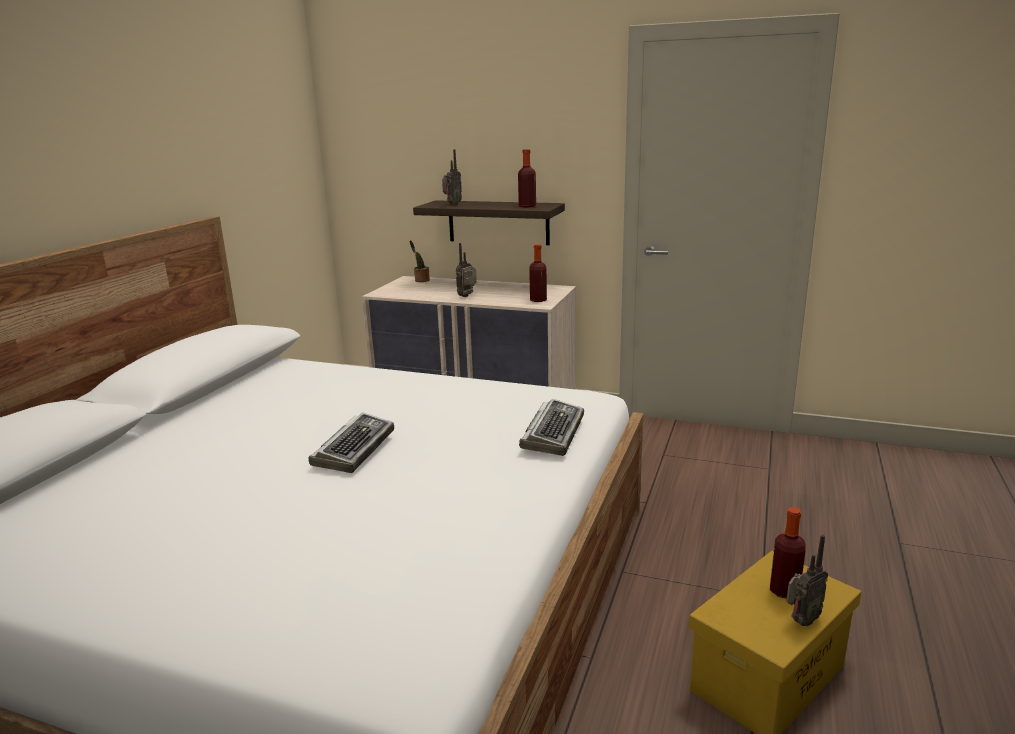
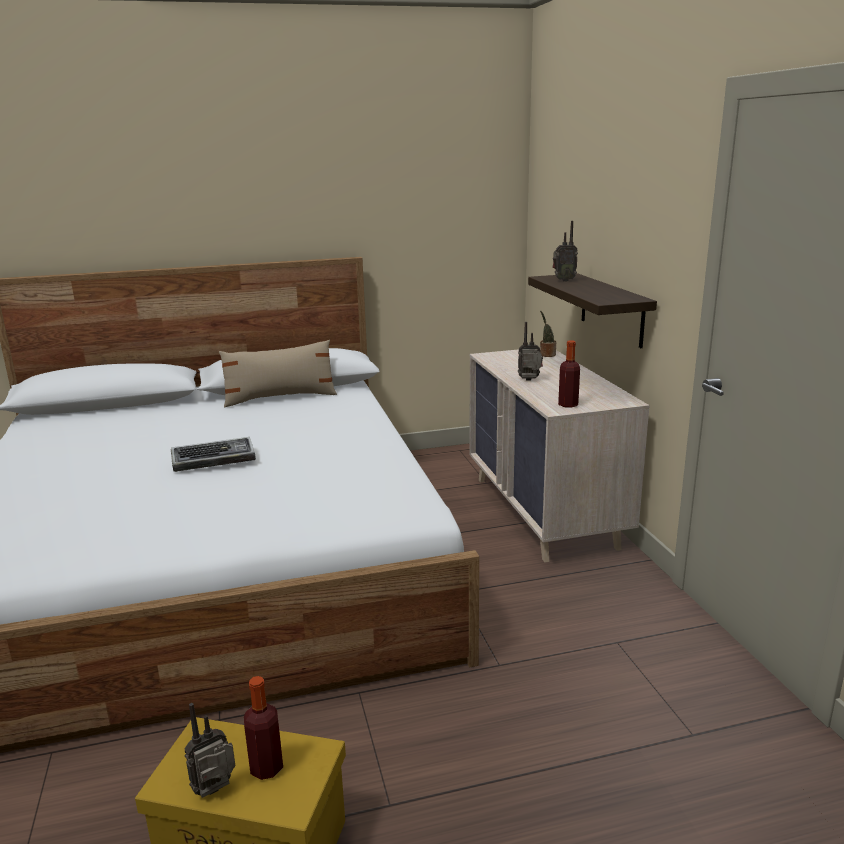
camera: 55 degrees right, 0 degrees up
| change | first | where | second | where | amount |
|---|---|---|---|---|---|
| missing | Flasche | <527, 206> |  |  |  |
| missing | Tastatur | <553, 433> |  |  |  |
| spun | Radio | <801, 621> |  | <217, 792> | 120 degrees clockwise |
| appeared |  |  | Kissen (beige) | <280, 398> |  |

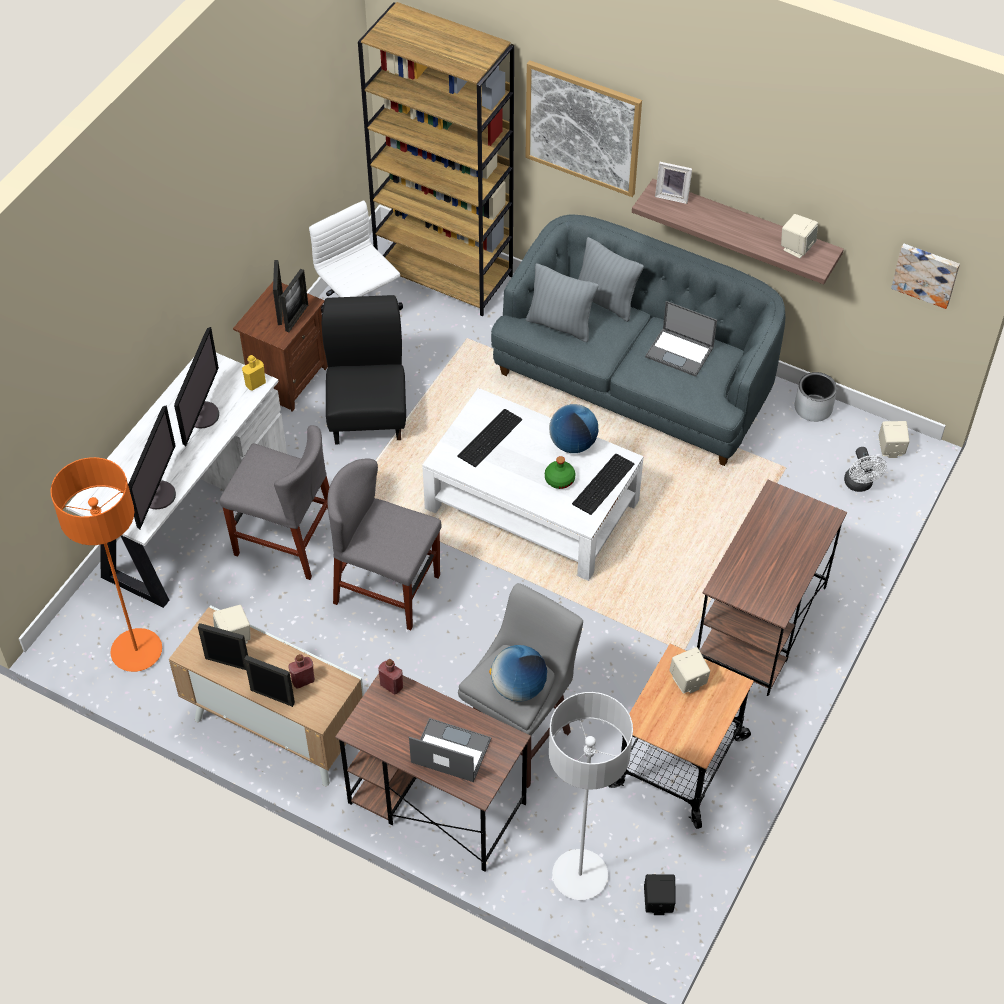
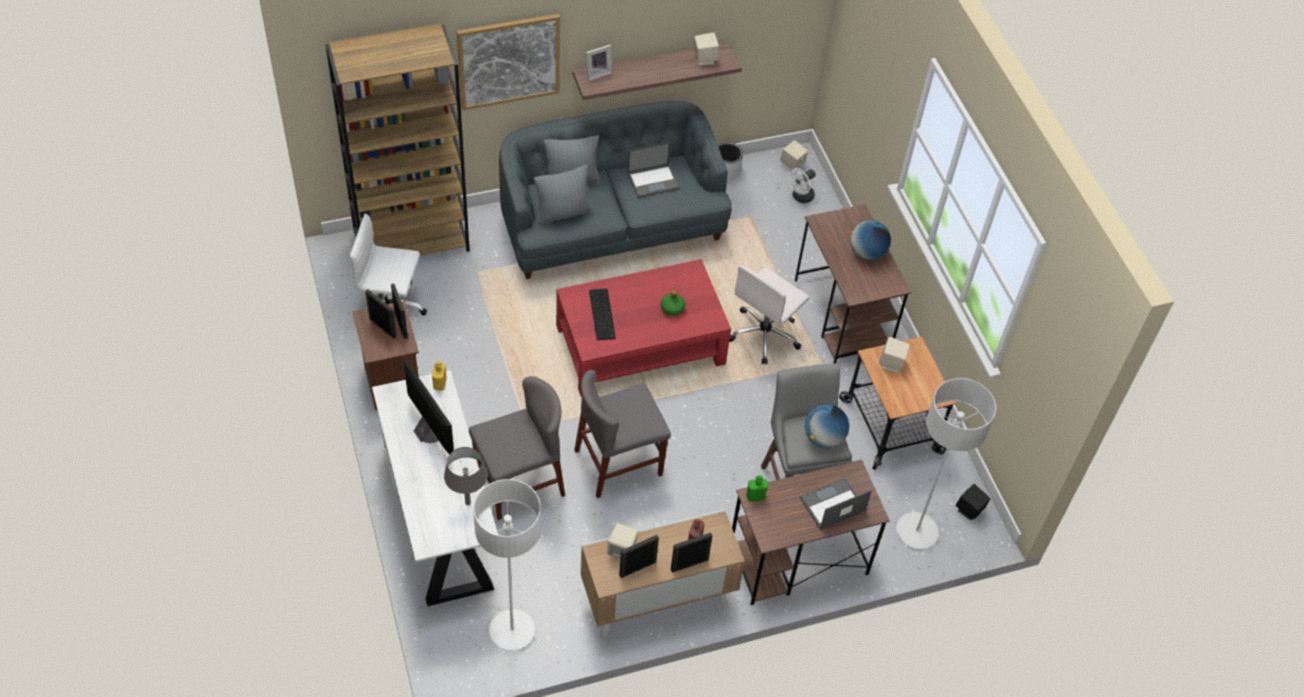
camera: 50 degrees left, 0 degrees up
| change | first | where | second | where | amount |
|---|---|---|---|---|---|
| missing | Bild | <926, 274> |  |  |  |
| missing | Stuhl (schwarz) | <368, 413> |  |  |  |
| colour | Couchtisch (weiß) | <532, 505> | Couchtisch (rot) | <641, 345> |  |
| relocated | Globus | <573, 444> |  | <867, 253> |  |
| exchanged | Monitor | <157, 494> | Tischlampe (grau) | <467, 503> |  |
| spun | Ventilator (weiß) | <859, 485> |  | <800, 197> | 105 degrees clockwise |
| missing | Tastatur | <605, 484> |  |  |  |
| colour | Stehlampe (orange) | <136, 651> | Stehlampe (weiß) | <512, 630> |  |
| colour | Flasche (rot) | <391, 685> | Flasche (grün) | <755, 496> |  |
| appeared |  |  | Bürostuhl (weiß) | <764, 335> |  |

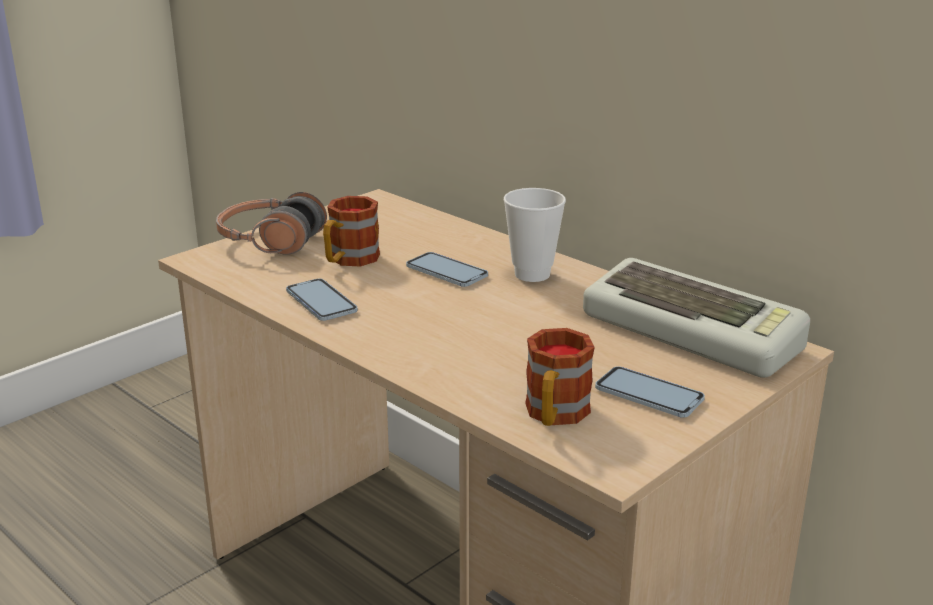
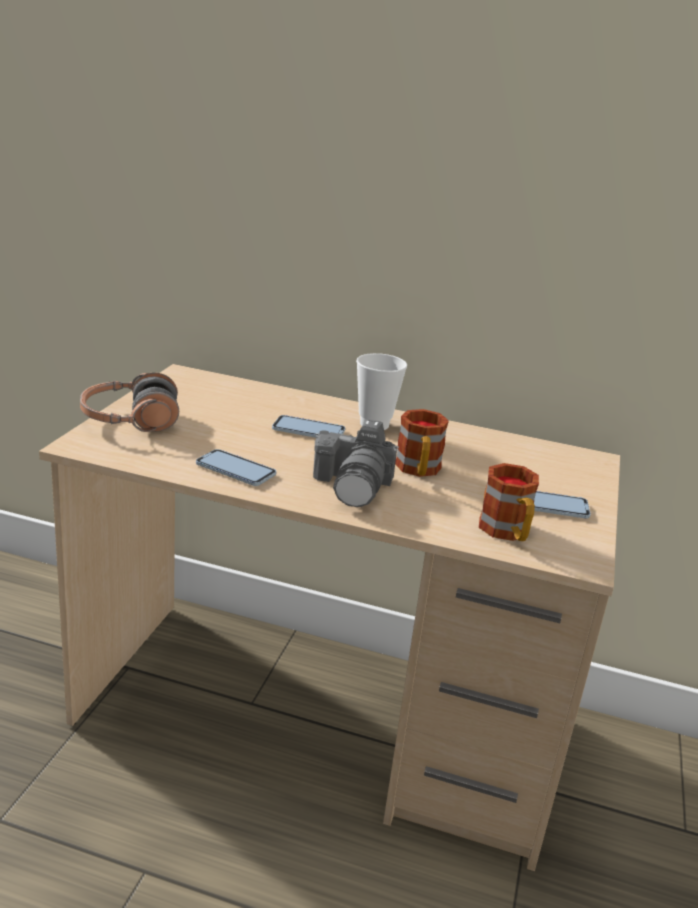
camera: 30 degrees left, 0 degrees up
| change | first | where | second | where | amount |
|---|---|---|---|---|---|
| relocated | Henkelbecher | <349, 260> |  | <418, 470> |  |
| missing | Tastatur | <695, 331> |  |  |  |
| appeared |  |  | Kamera | <354, 485> |  |

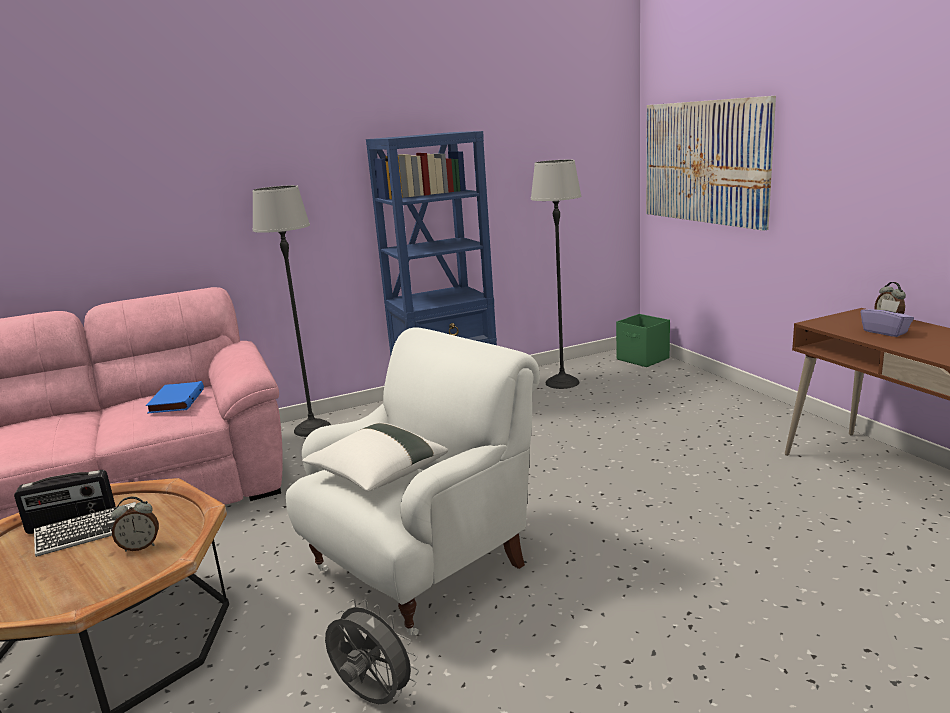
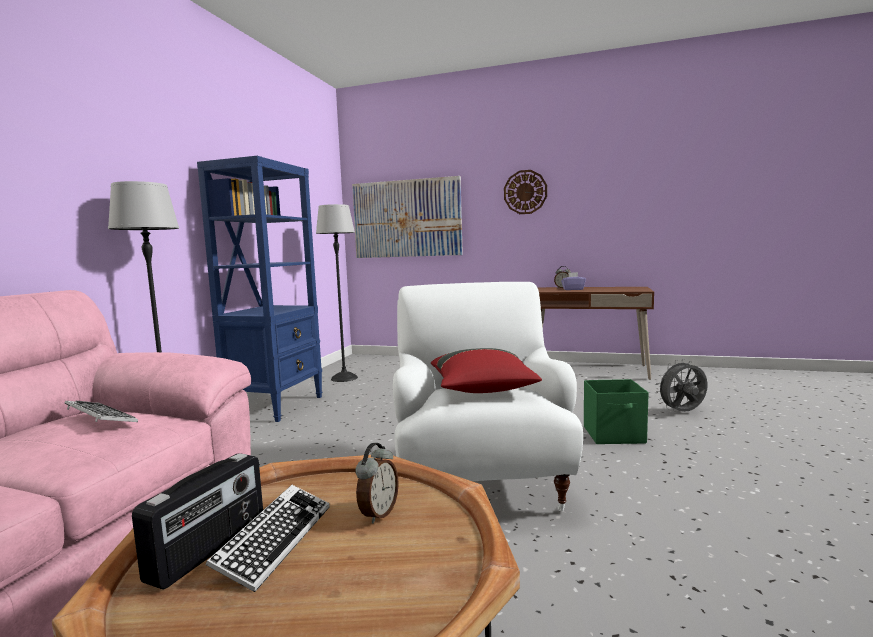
camera: 50 degrees left, 10 degrees down
| change | first | where | second | where | amount |
|---|---|---|---|---|---|
| relocated | Aufbewahrungsbox (grün) | <643, 359> |  | <614, 435> |  |
| exchanged | Buch (blau) | <175, 401> | Tastatur | <100, 418> |  |
| colour | Kissen (weiß) | <377, 475> | Kissen (rot) | <482, 390> |  |
| relocated | Ventilator (grau) | <372, 698> |  | <682, 413> |  |
| appeared |  |  | Wanduhr | <525, 192> |  |

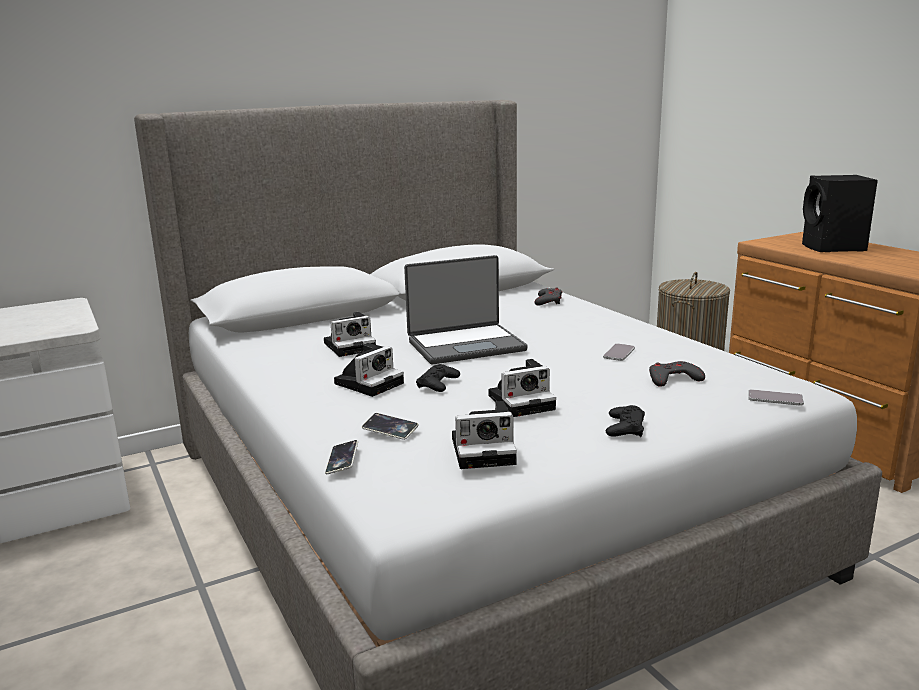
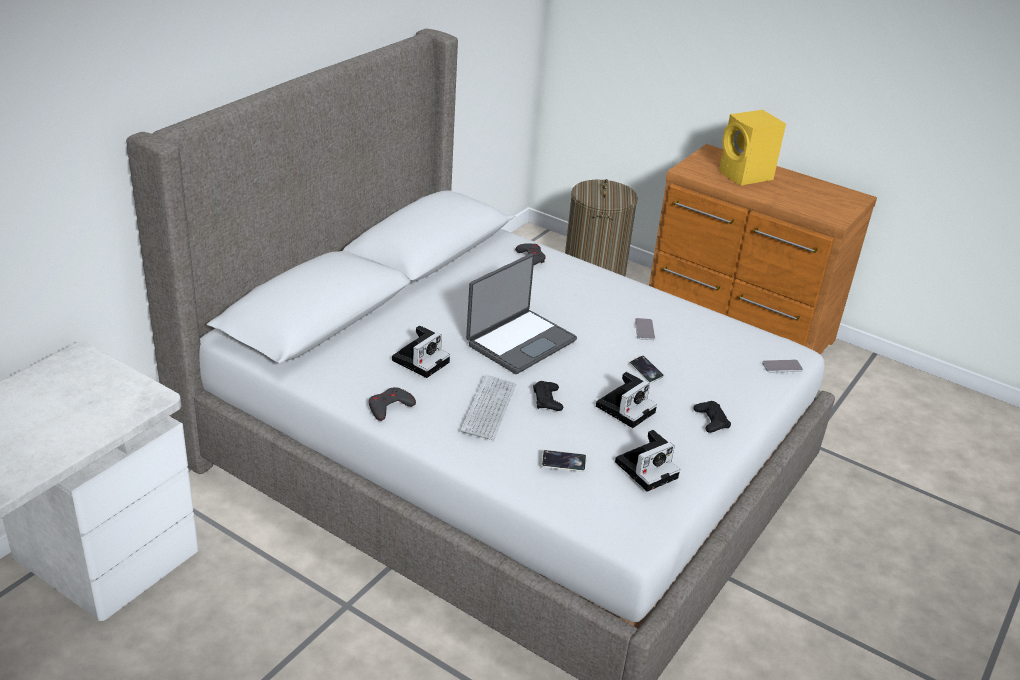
camera: 30 degrees left, 15 degrees up
| change | first | where | second | where | amount |
|---|---|---|---|---|---|
| colour | Lautsprecher (schwarz) | <833, 248> | Lautsprecher (gelb) | <746, 176> |  |
| exchanged | Kamera | <370, 382> | Tastatur | <489, 408> |  |
| relocated | Gamepad (grau) | <673, 379> |  | <389, 407> |  |
| relocated | Handy | <342, 460> |  | <646, 371> |  |

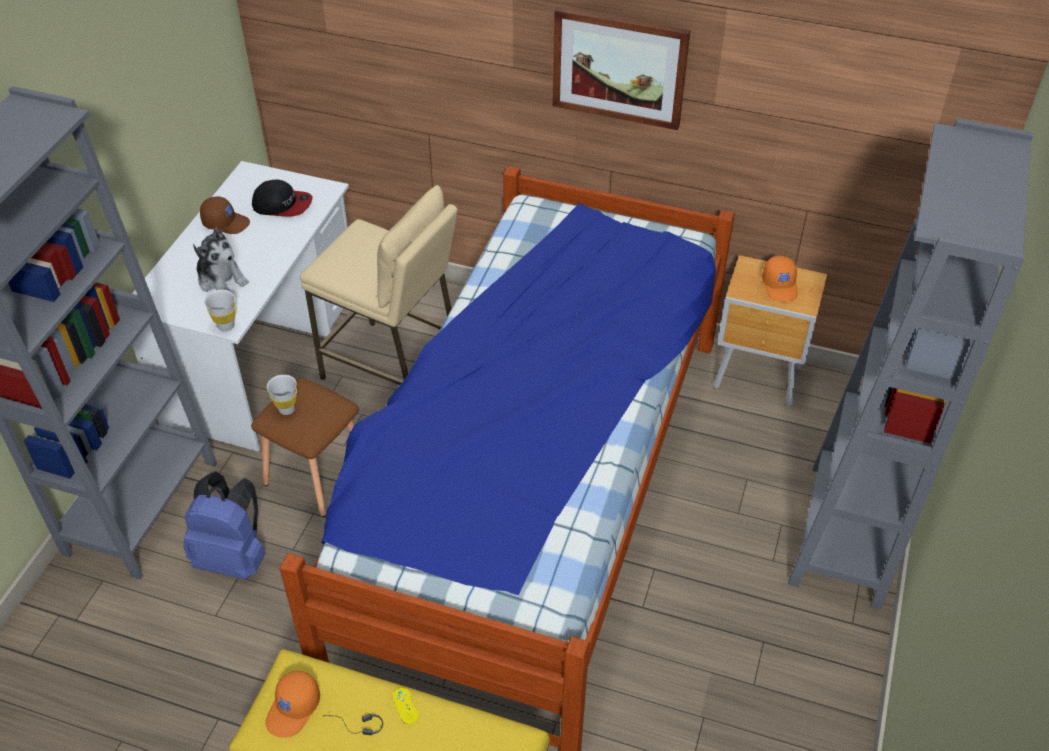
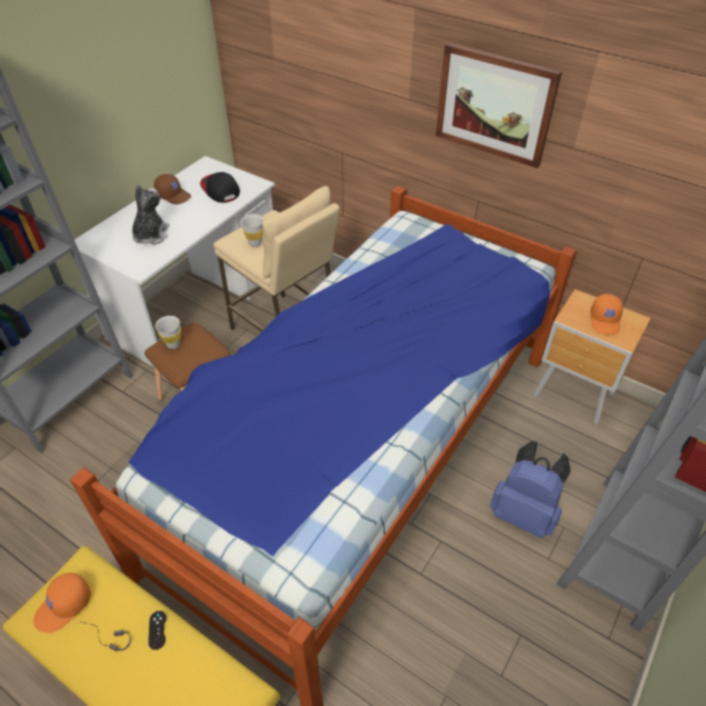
camera: 15 degrees right, 0 degrees up
| change | first | where | second | where | amount |
|---|---|---|---|---|---|
| spun | Kappe | <282, 205> |  | <220, 190> | 150 degrees counterclockwise |
| spun | Plüschtier | <222, 280> |  | <150, 235> | 135 degrees counterclockwise |
| relocated | Tasse (weiß) | <226, 326> |  | <255, 243> |  |
| relocated | Rucksack (blau) | <234, 557> |  | <524, 513> |  |
| colour | Gamepad (gelb) | <405, 706> | Gamepad (schwarz) | <157, 630> |  |

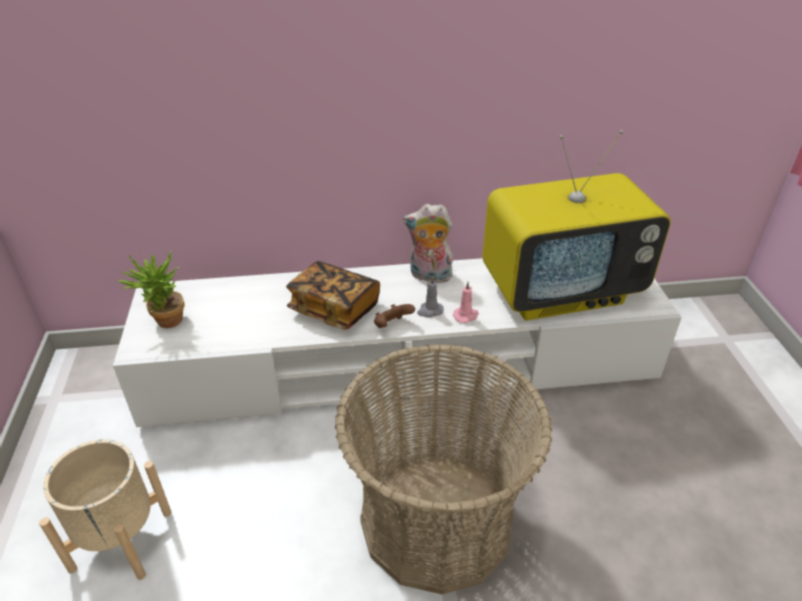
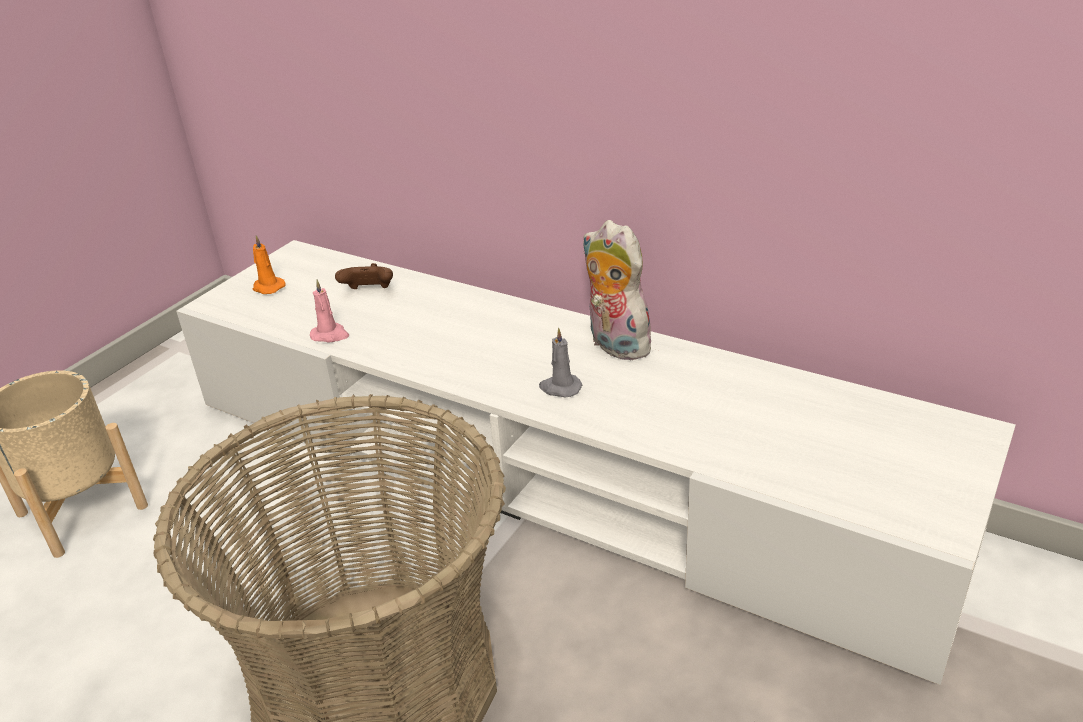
camera: 40 degrees right, 5 degrees down
| change | first | where | second | where | amount |
|---|---|---|---|---|---|
| missing | Fernseher | <561, 291> |  |  |  |
| exchanged | Topfpflanze | <165, 323> | Kerze (orange) | <268, 287> |  |
| missing | Buch | <334, 309> |  |  |  |
| relocated | Kerze (rosa) | <466, 316> |  | <330, 335> |  |
| relocated | Gamepad (braun) | <392, 326> |  | <369, 292> |  |

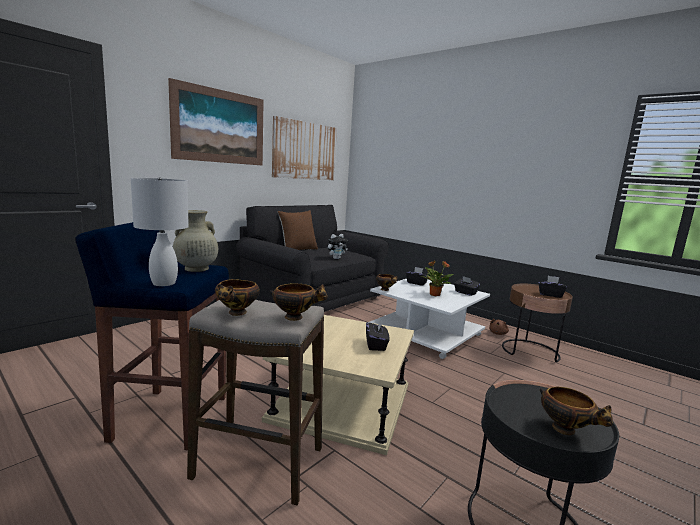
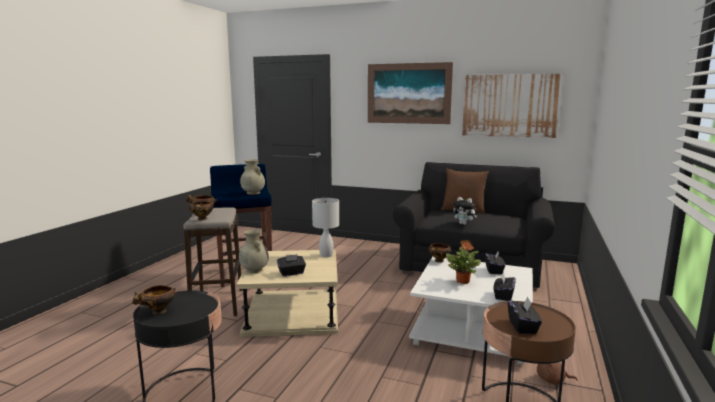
camera: 70 degrees right, 0 degrees up
| change | first | where | second | where | amount |
|---|---|---|---|---|---|
| relocated | Tischlampe (weiß) | <163, 283> |  | <326, 255> |  |
| appeared |  |  | Vase (beige) | <254, 270> |  |

